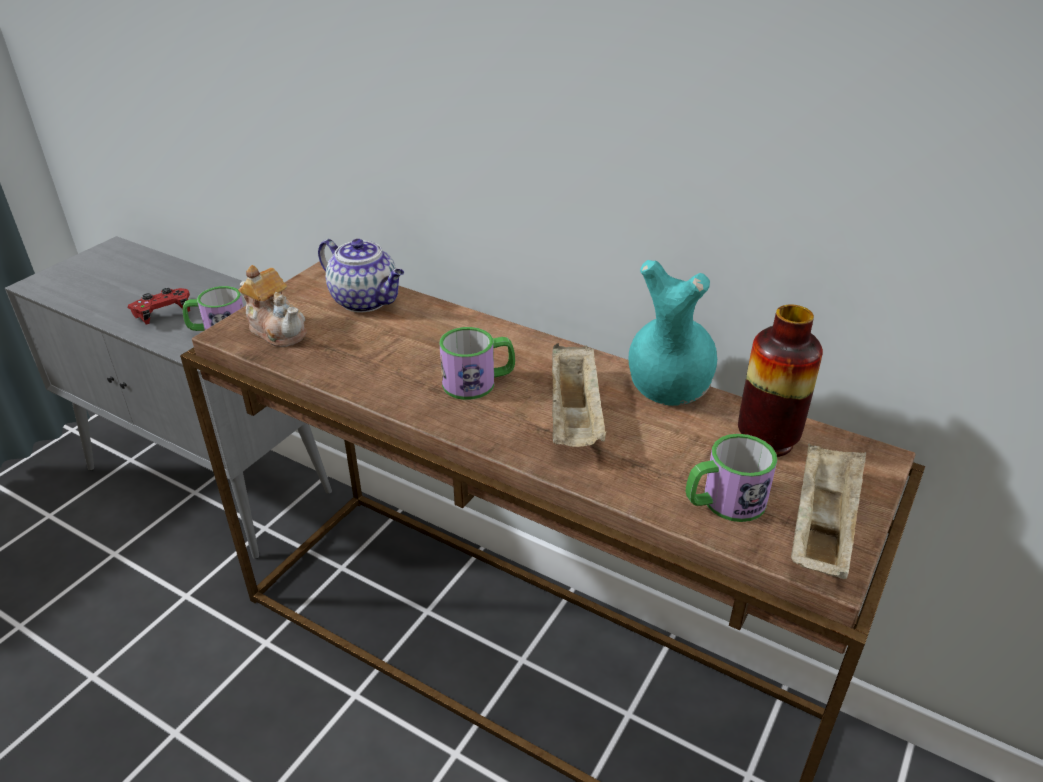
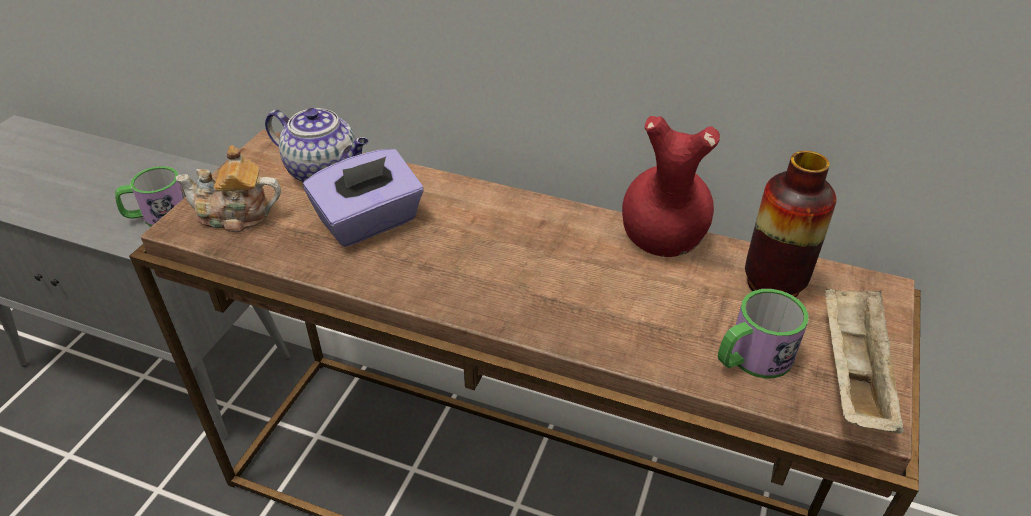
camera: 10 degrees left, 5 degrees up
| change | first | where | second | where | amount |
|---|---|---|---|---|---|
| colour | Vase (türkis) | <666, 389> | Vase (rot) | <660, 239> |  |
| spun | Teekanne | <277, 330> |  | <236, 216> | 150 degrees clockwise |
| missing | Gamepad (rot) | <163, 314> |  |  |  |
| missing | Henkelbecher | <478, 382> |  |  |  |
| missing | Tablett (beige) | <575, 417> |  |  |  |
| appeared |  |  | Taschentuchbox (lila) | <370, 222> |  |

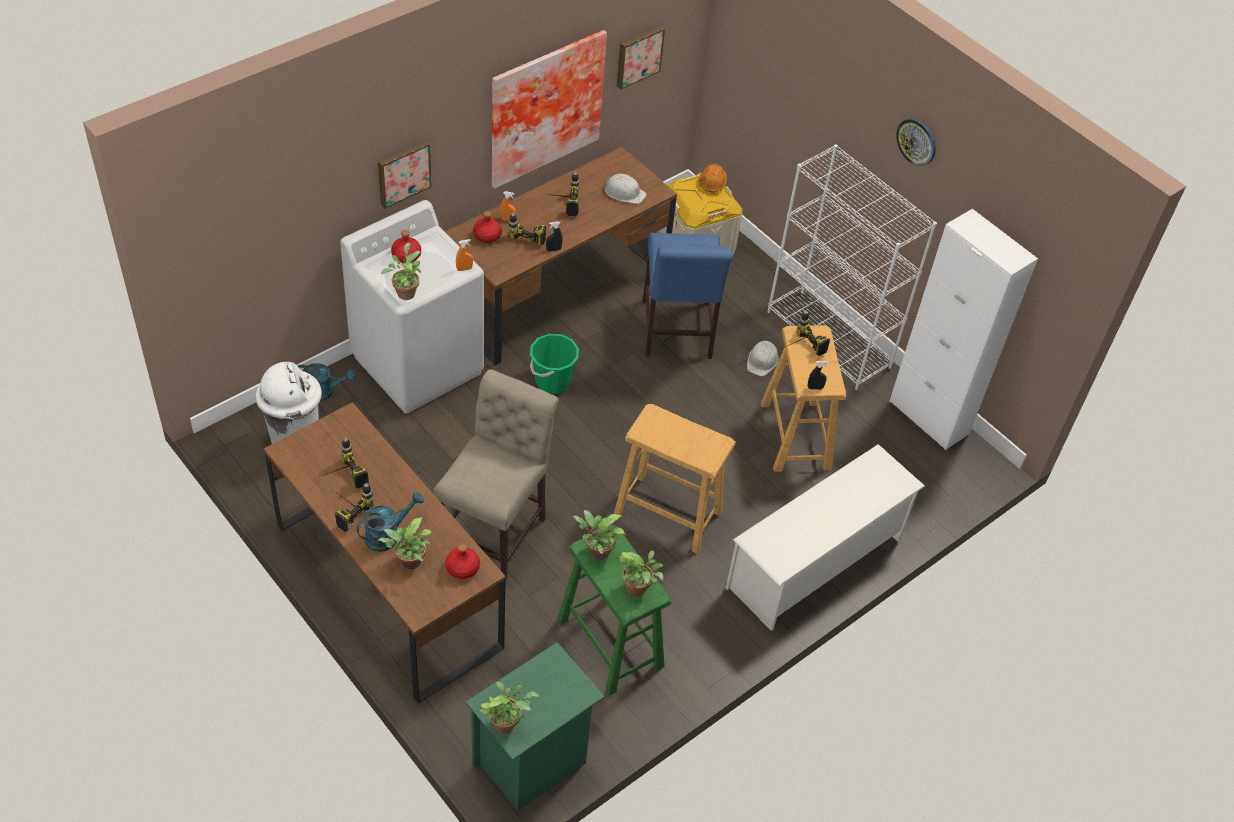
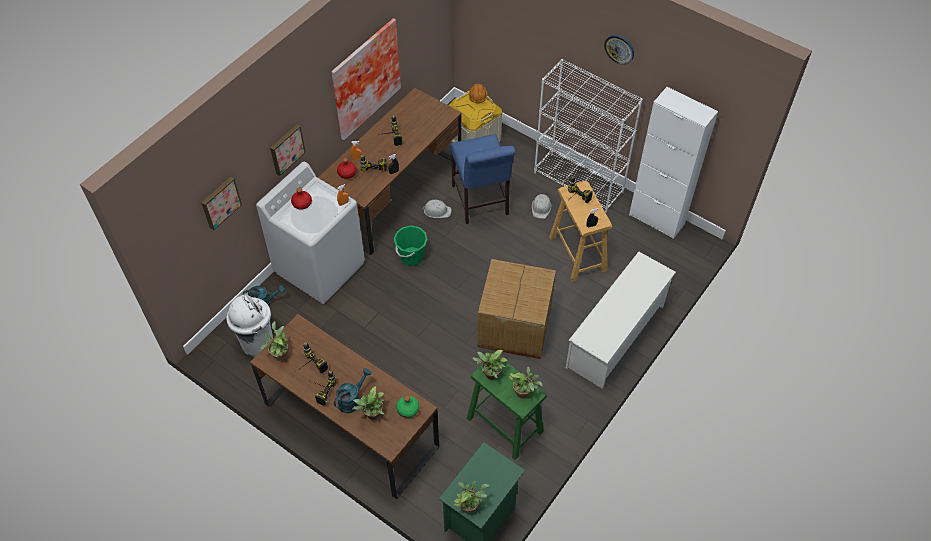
camera: 10 degrees left, 5 degrees up
| change | first | where | second | where | amount |
|---|---|---|---|---|---|
| relocated | Bild | <638, 56> |  | <220, 202> |  |
| relocated | Schutzhelm (weiß) | <624, 192> |  | <437, 211> |  |
| relocated | Topfpflanze | <405, 292> |  | <279, 354> |  |
| missing | Stuhl (beige) | <496, 530> |  |  |  |
| exchanged | Hocker (beige) | <667, 512> | Karton | <513, 327> |  |
| colour | Flasche (rot) | <463, 567> | Flasche (grün) | <408, 409> |  |

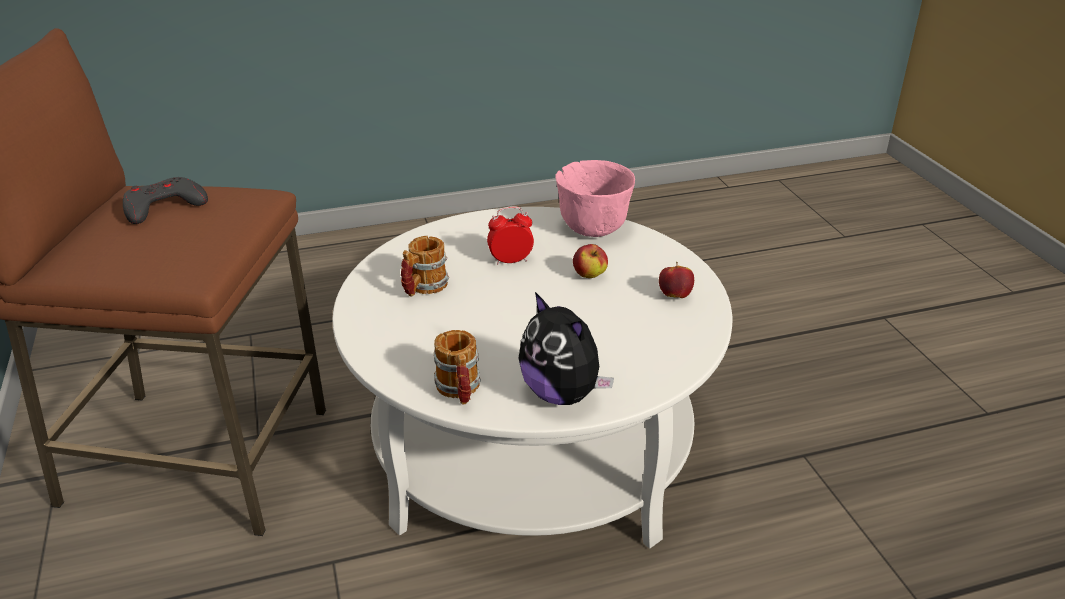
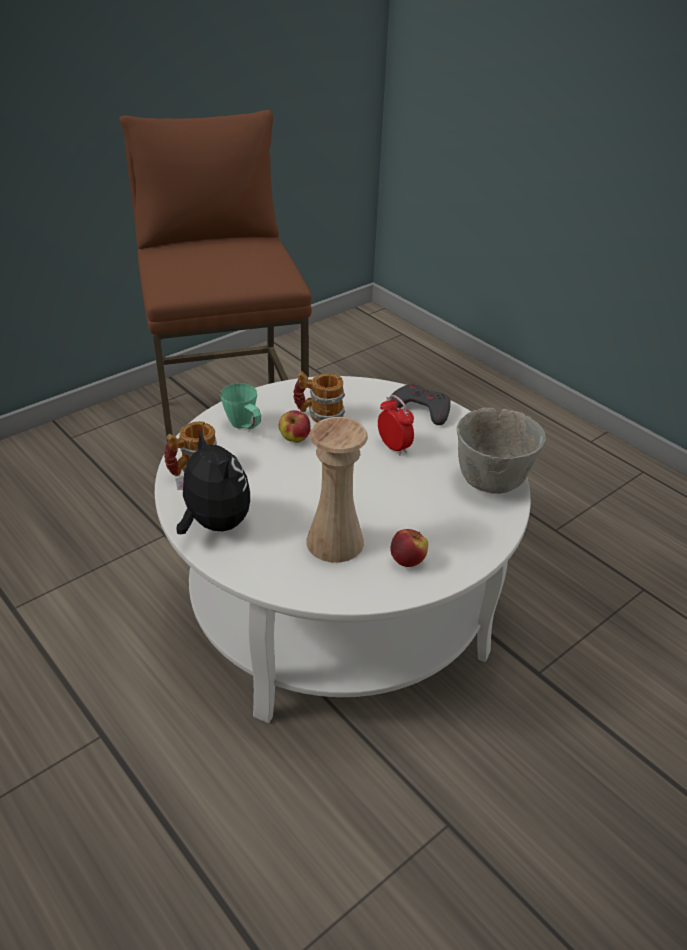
camera: 65 degrees right, 5 degrees up
| change | first | where | second | where | amount |
|---|---|---|---|---|---|
| colour | Schüssel (rosa) | <592, 228> | Schüssel (grau) | <491, 480> |  |
| relocated | Gamepad (grau) | <163, 206> |  | <420, 409> |  |
| relocated | Apfel | <589, 275> |  | <294, 439> |  |
| spun | Plüschtier | <562, 394> |  | <214, 524> | 120 degrees clockwise |
| appeared |  |  | Henkelbecher (grün) | <245, 427> |  |
| appeared |  |  | Vase (beige) | <335, 542> |  |

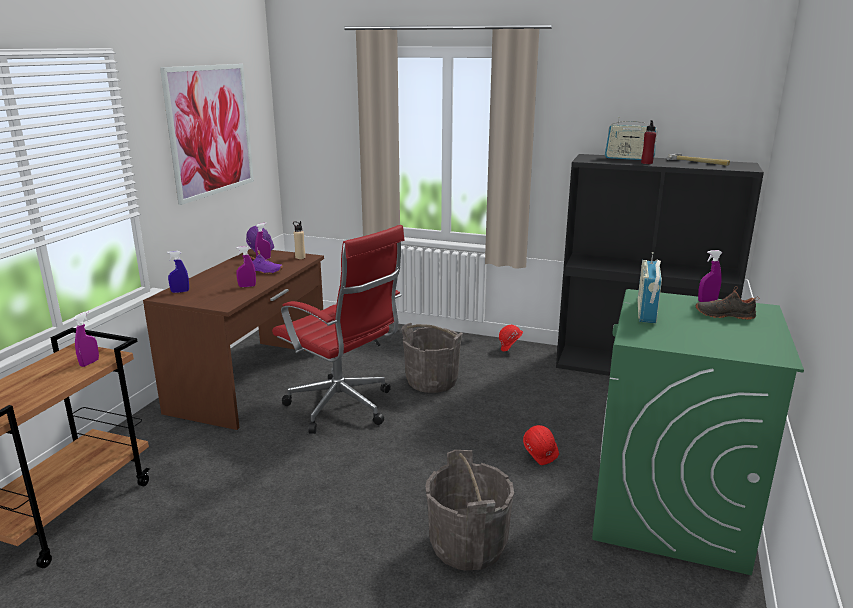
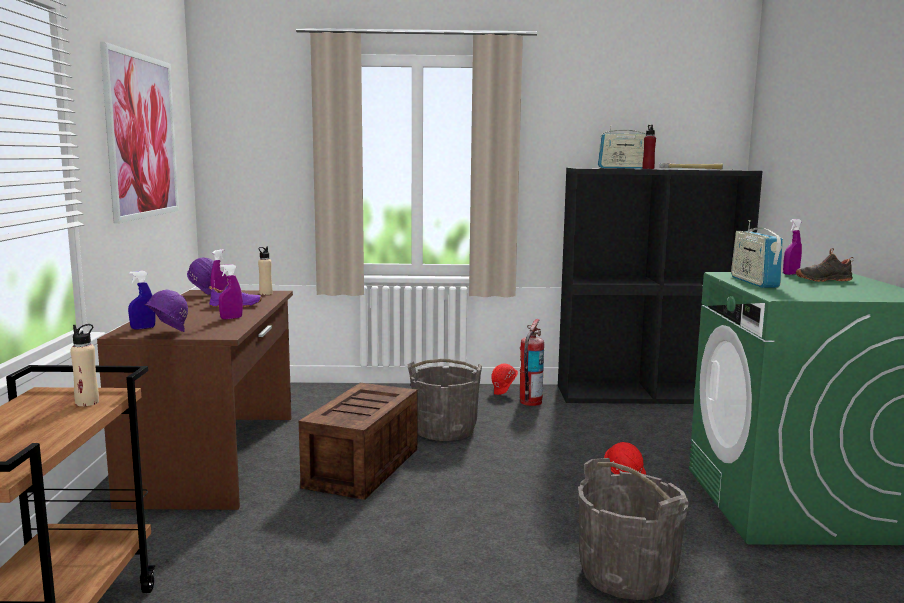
camera: 20 degrees left, 10 degrees down
| change | first | where | second | where | amount |
|---|---|---|---|---|---|
| exchanged | Bürostuhl (rot) | <344, 408> | Kiste | <362, 468> |  |
| exchanged | Sprühflasche (lila) | <89, 363> | Flasche (beige) | <87, 402> |  |
| appeared |  |  | Schutzhelm (lila) | <167, 334> |  |
| appeared |  |  | Feuerlöscher | <530, 402> |  |

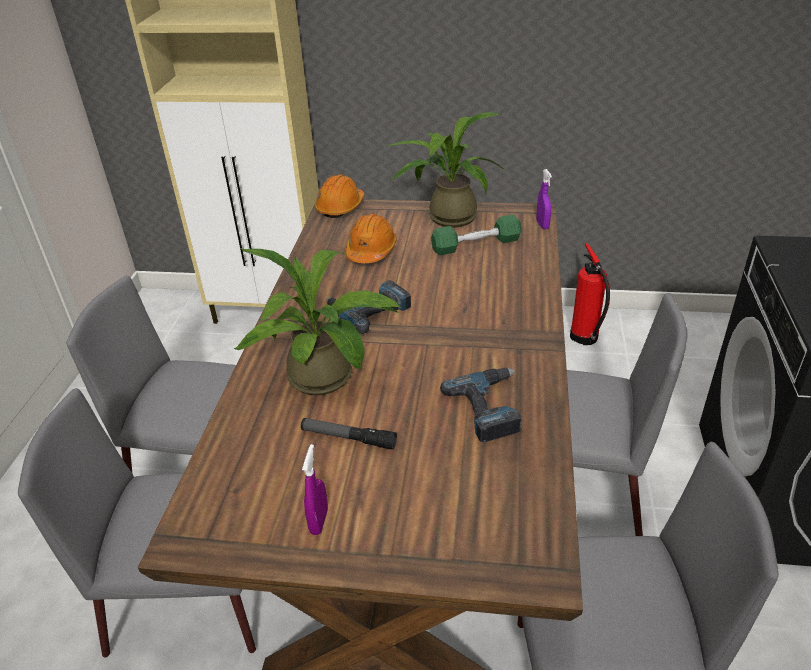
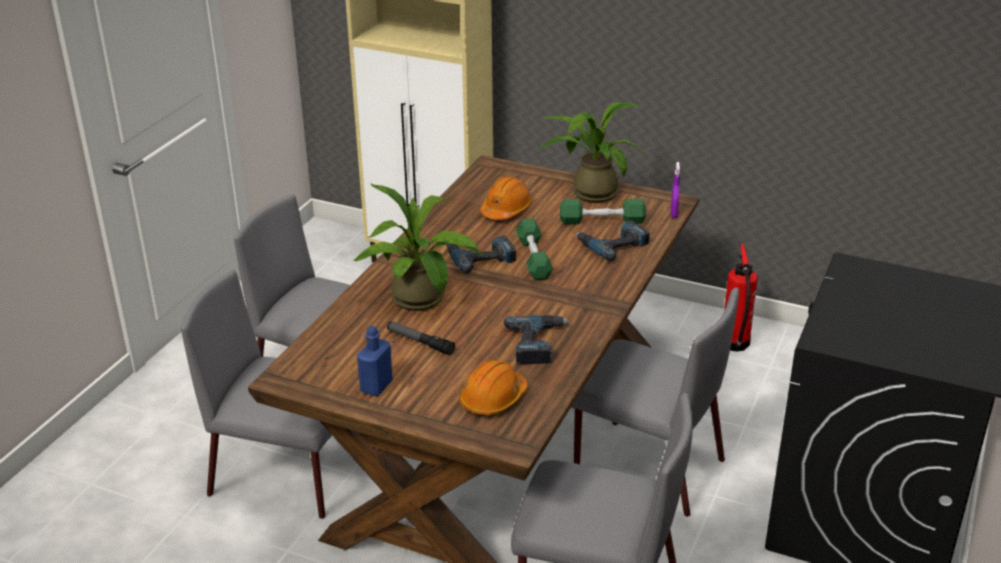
camera: 15 degrees right, 5 degrees down
| change | first | where | second | where | amount |
|---|---|---|---|---|---|
| relocated | Schutzhelm (orange) | <340, 207> |  | <493, 399> |  |
| exchanged | Sprühflasche (lila) | <319, 521> | Flasche (blau) | <376, 386> |  |
| appeared |  |  | Hantel (grün) | <533, 258> |  |
| appeared |  |  | Bohrmaschine | <612, 244> |  |

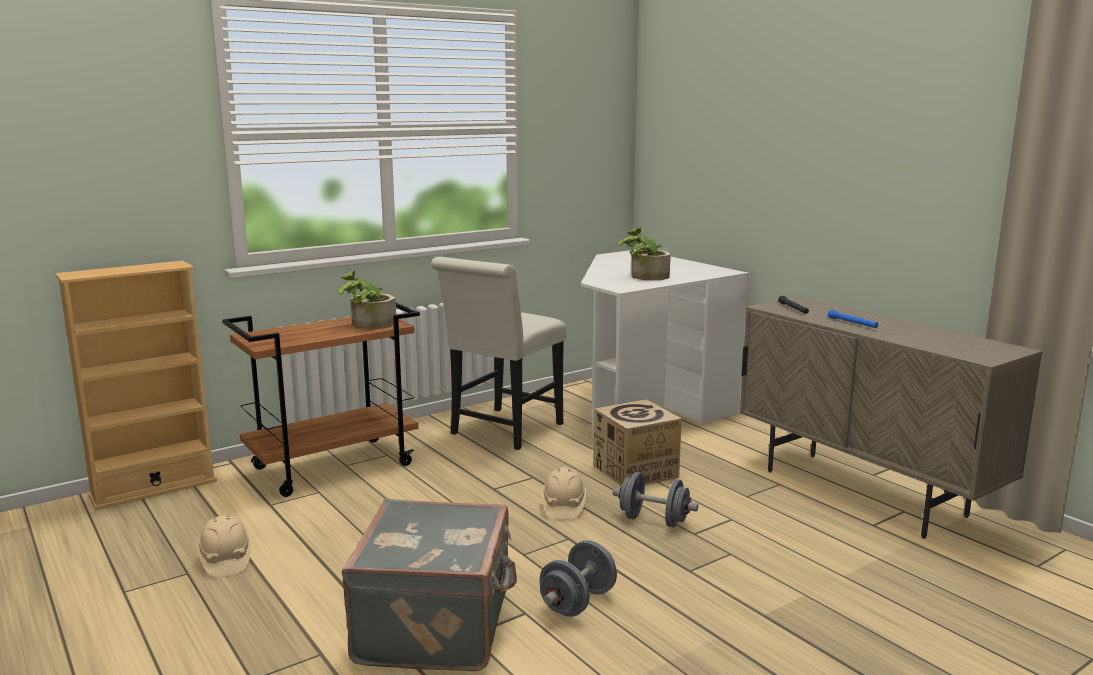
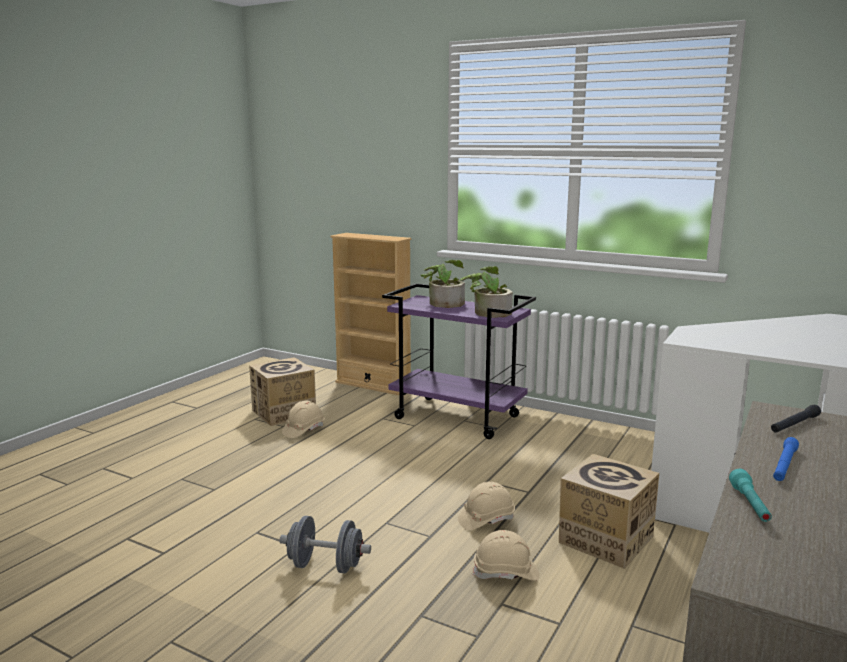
camera: 65 degrees right, 0 degrees up
| change | first | where | second | where | amount |
|---|---|---|---|---|---|
| relocated | Topfpflanze | <644, 276> |  | <444, 302> |  |
| missing | Stuhl (weiß) | <502, 431> |  |  |  |
| colour | Rollwagen (braun) | <334, 466> | Rollwagen (lila) | <458, 417> |  |
| exchanged | Hantel (grau) | <653, 520> | Schutzhelm (beige) | <506, 573> |  |
| missing | Koffer (grau) | <438, 625> |  |  |  |
| appeared |  |  | Karton | <284, 413> |  |
| appeared |  |  | Taschenlampe (türkis) | <750, 505> |  |

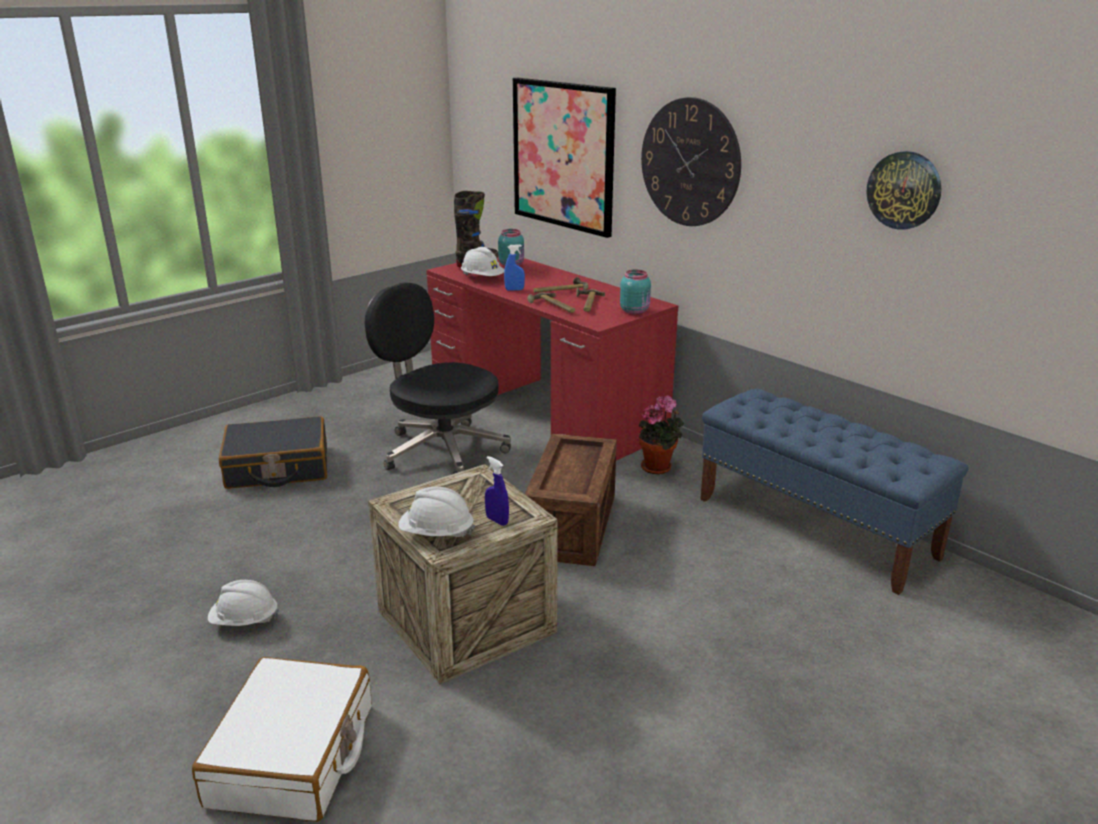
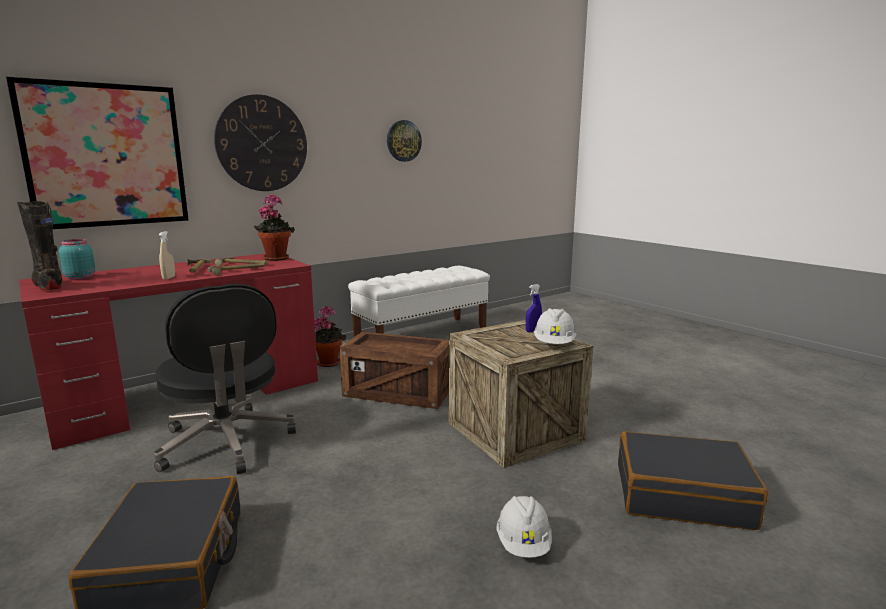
camera: 85 degrees left, 10 degrees down
| change | first | where | second | where | amount |
|---|---|---|---|---|---|
| colour | Sprühflasche (blau) | <514, 290> | Sprühflasche (beige) | <169, 278> |  |
| missing | Schutzhelm (weiß) | <482, 278> |  |  |  |
| exchanged | Vorratsglas (türkis) | <635, 311> | Topfpflanze | <276, 258> |  |
| spun | Bürostuhl (schwarz) | <441, 450> |  | <226, 443> | 75 degrees counterclockwise |
| colour | Bank (blau) | <815, 528> | Bank (weiß) | <422, 335> |  |
| colour | Koffer (weiß) | <293, 756> | Koffer (schwarz) | <682, 495> |  |

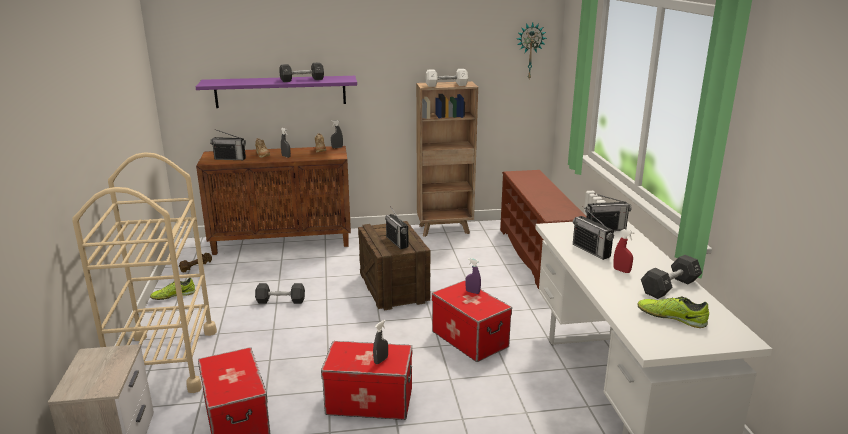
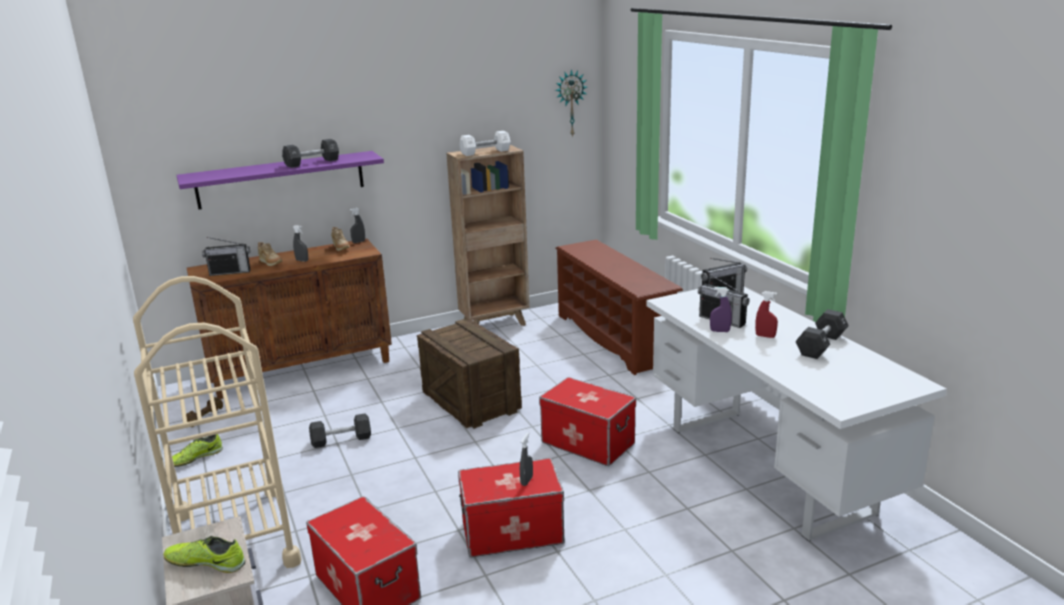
camera: 15 degrees left, 0 degrees up
| change | first | where | second | where | amount |
|---|---|---|---|---|---|
| missing | Radio | <397, 242> |  |  |  |
| relocated | Sprühflasche (lila) | <472, 292> |  | <720, 331> |  |
| relocated | Schuh | <671, 318> |  | <206, 563> |  |

